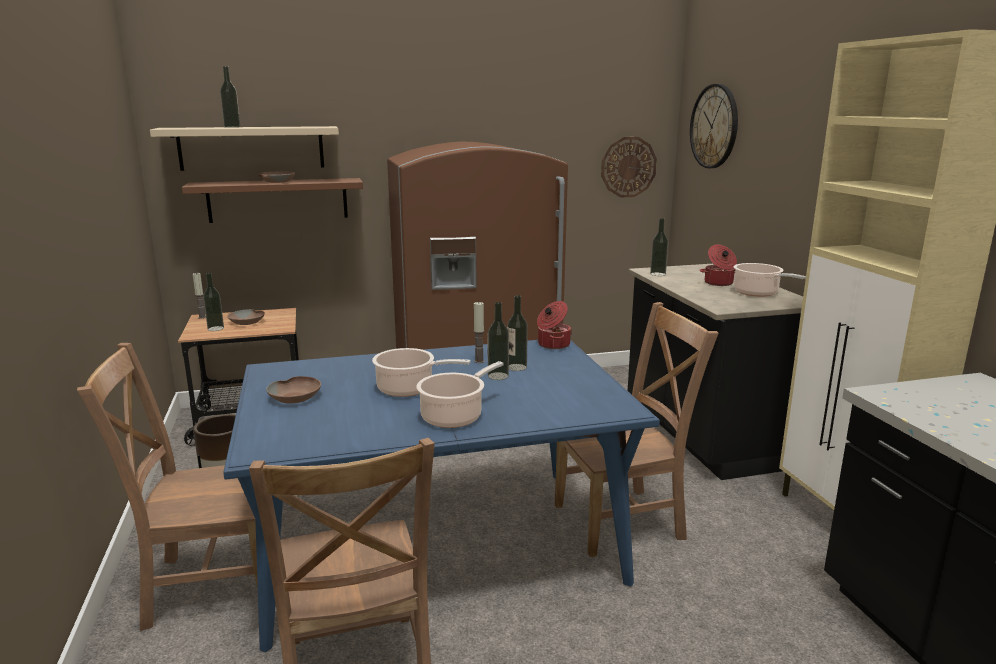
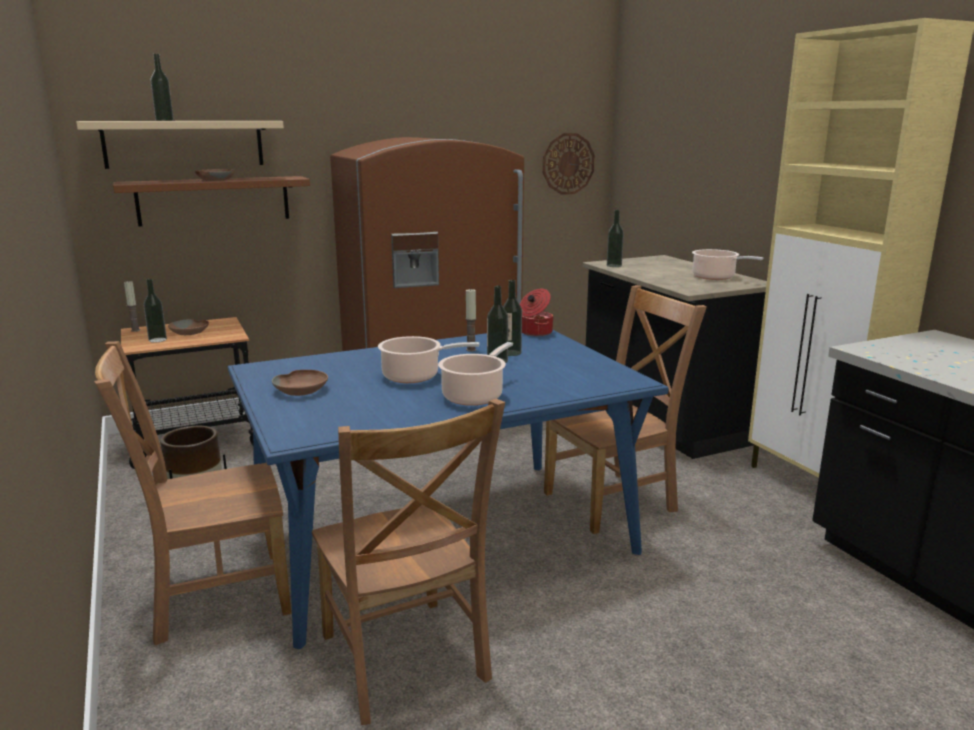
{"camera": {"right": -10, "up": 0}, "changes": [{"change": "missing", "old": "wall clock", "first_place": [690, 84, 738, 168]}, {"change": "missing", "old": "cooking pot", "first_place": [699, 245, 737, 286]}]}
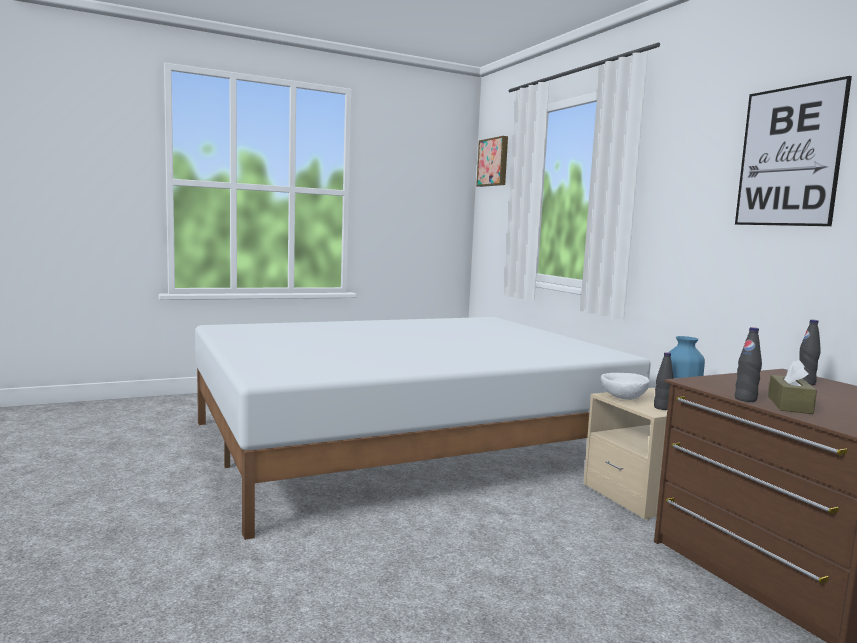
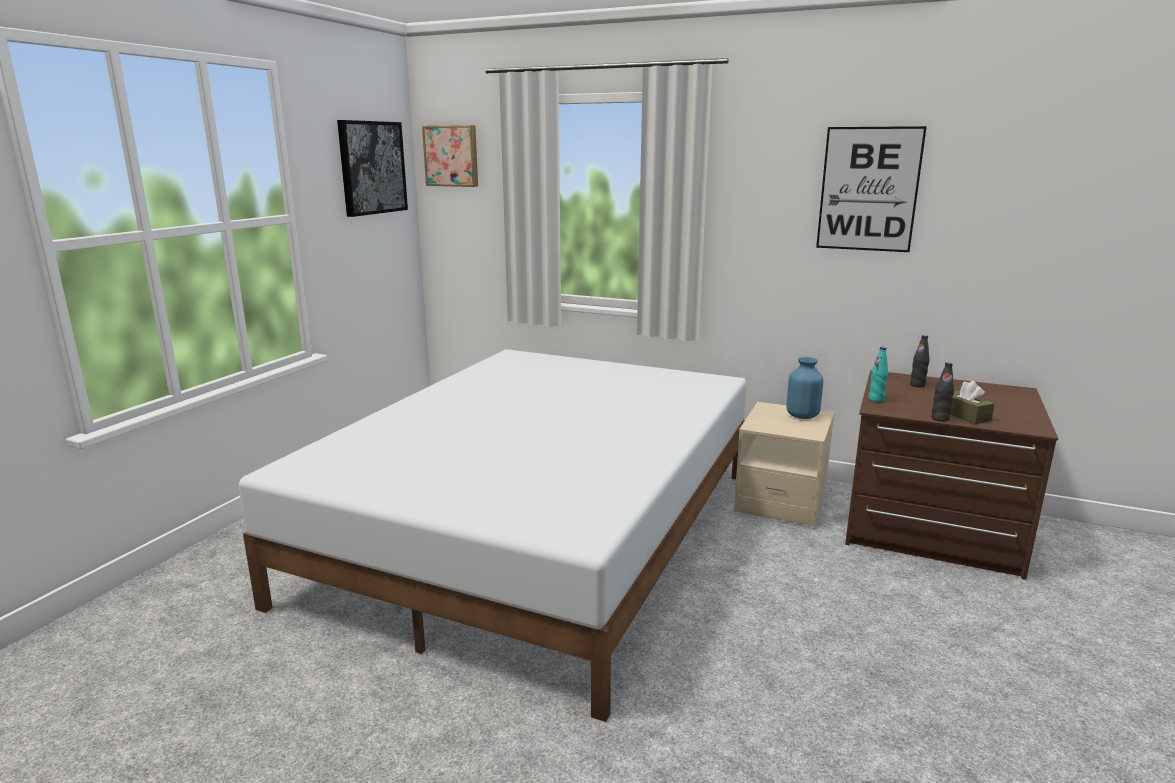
{"camera": {"right": -40, "up": 10}, "changes": [{"change": "missing", "old": "black bottle", "first_place": [654, 352, 674, 410]}, {"change": "missing", "old": "white bowl", "first_place": [601, 373, 650, 400]}, {"change": "appeared", "new": "picture", "second_place": [337, 120, 408, 217]}, {"change": "appeared", "new": "turquoise bottle", "second_place": [868, 347, 888, 402]}]}
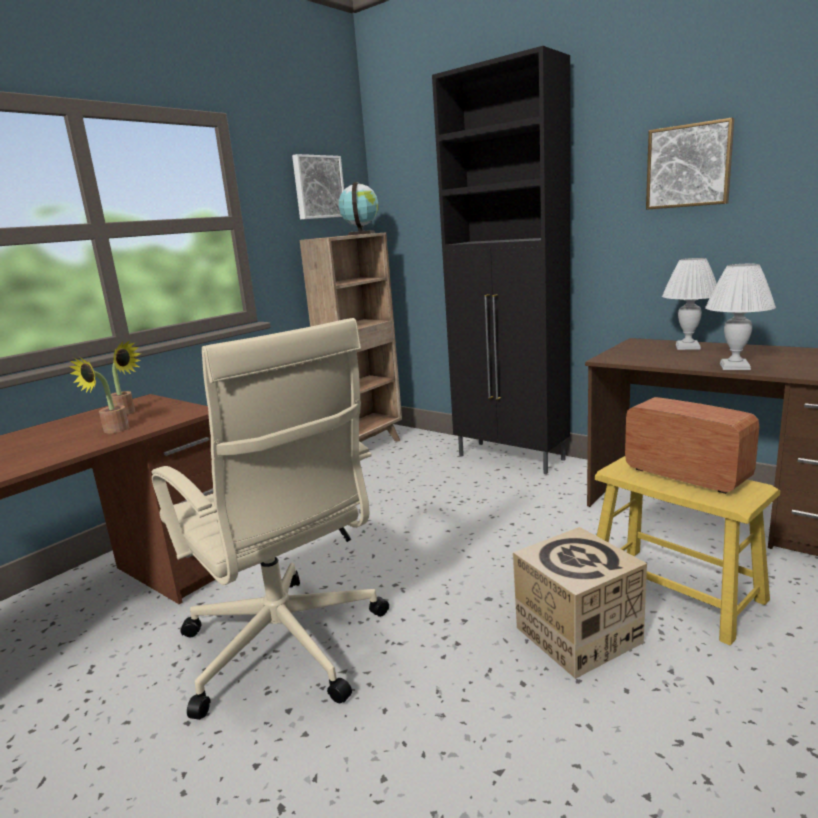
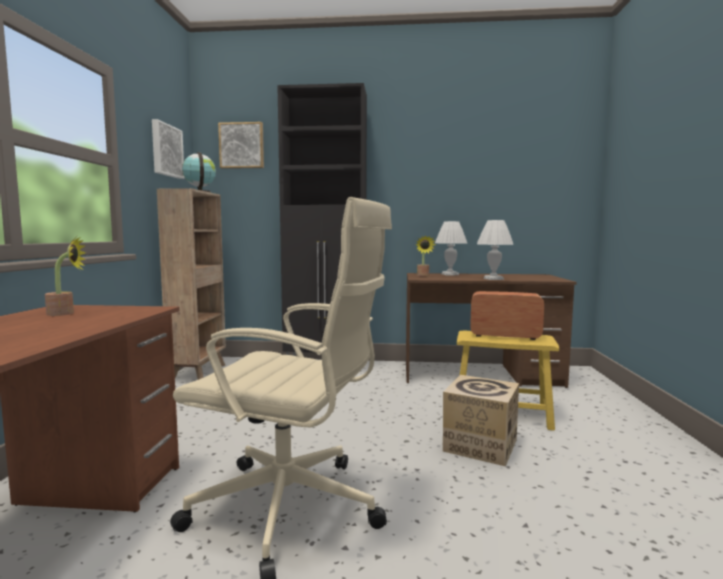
{"camera": {"right": -35, "up": -10}, "changes": [{"change": "relocated", "old": "picture", "first_place": [646, 118, 735, 210], "second_place": [218, 122, 264, 169]}, {"change": "relocated", "old": "potted plant", "first_place": [69, 356, 129, 433], "second_place": [416, 235, 436, 276]}]}
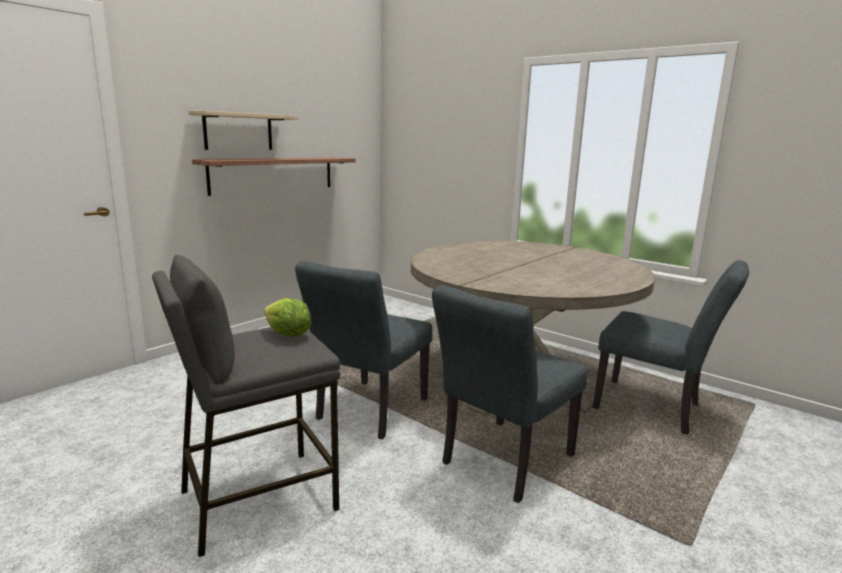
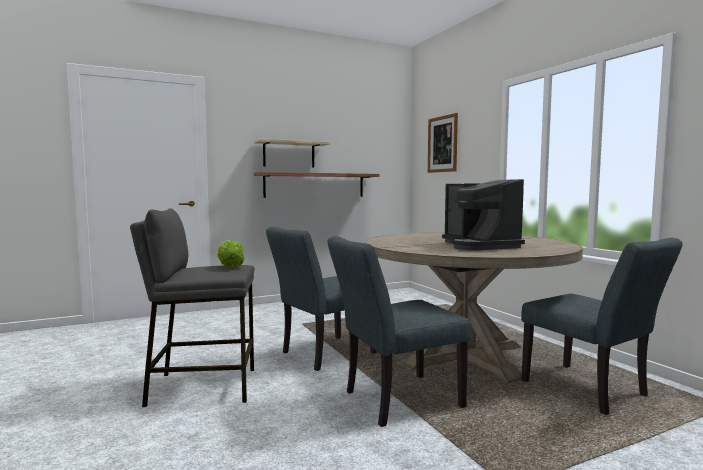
{"camera": {"right": 25, "up": -10}, "changes": [{"change": "appeared", "new": "picture", "second_place": [428, 113, 458, 173]}, {"change": "appeared", "new": "coffee machine", "second_place": [442, 179, 525, 250]}]}
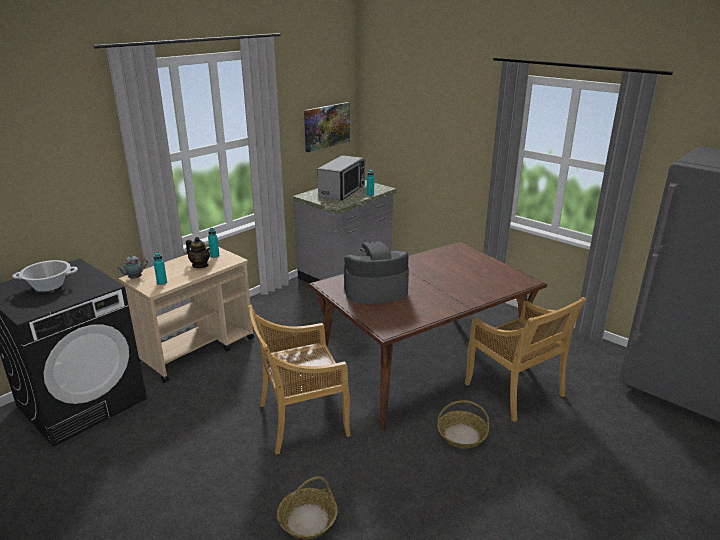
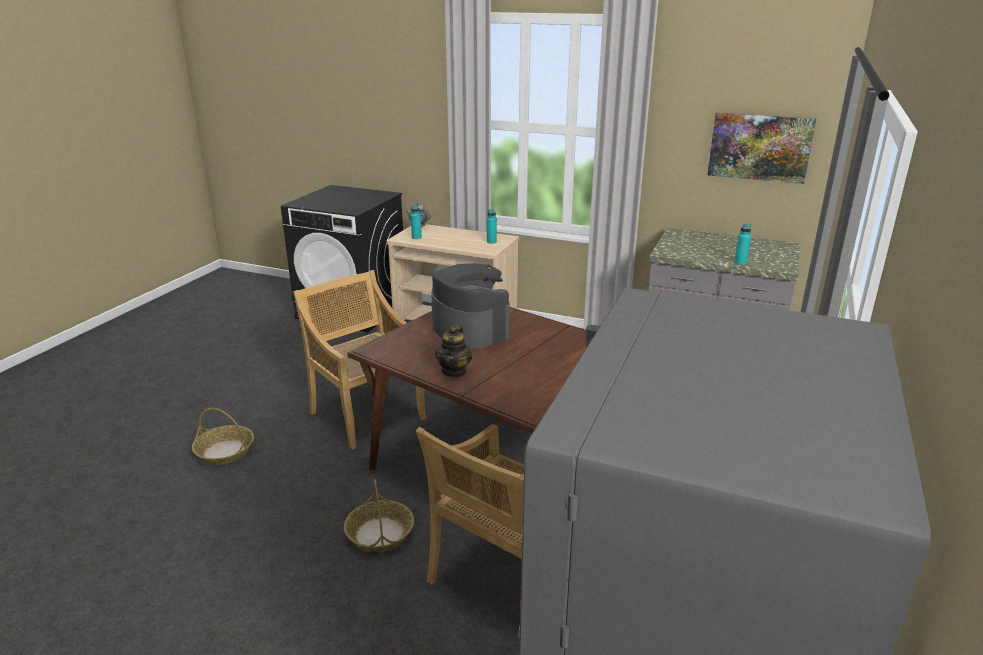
{"camera": {"right": 70, "up": 0}, "changes": [{"change": "missing", "old": "microwave", "first_place": [317, 155, 365, 200]}, {"change": "relocated", "old": "teapot", "first_place": [186, 237, 210, 268], "second_place": [435, 326, 472, 378]}, {"change": "missing", "old": "cooking pot", "first_place": [13, 260, 78, 292]}]}
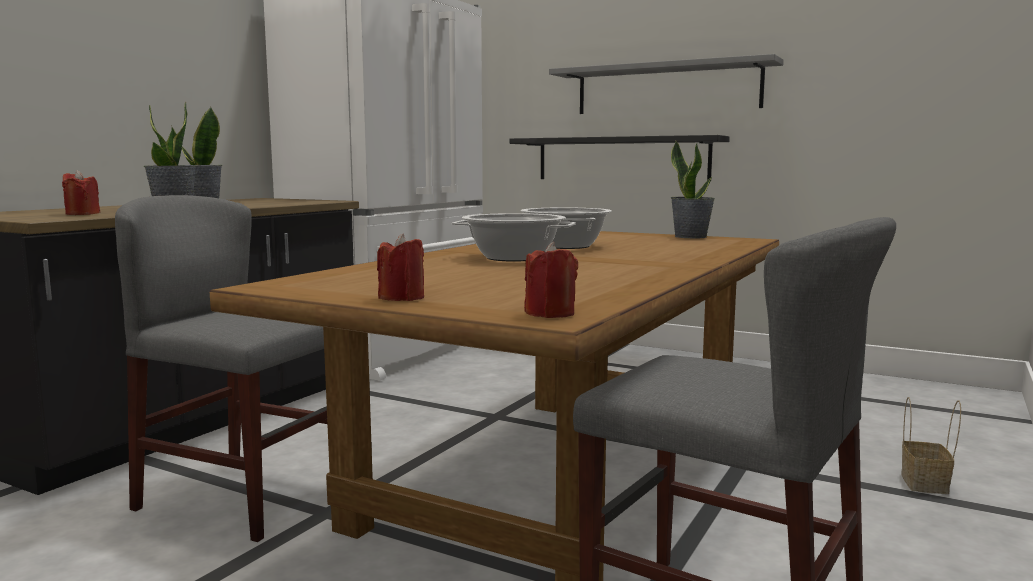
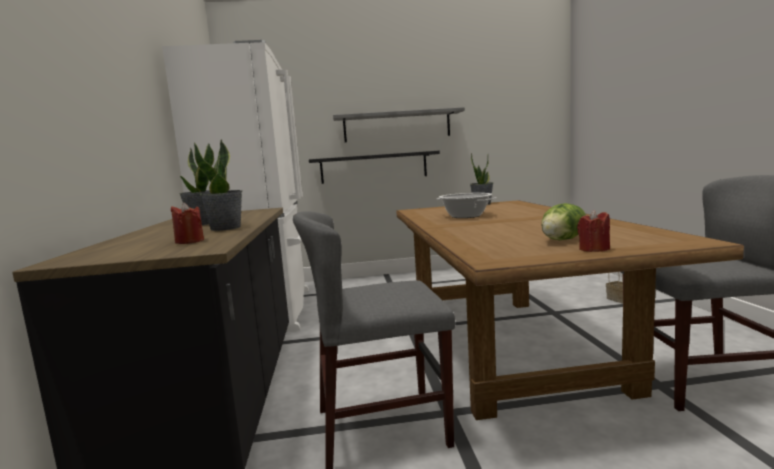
{"camera": {"right": -35, "up": 0}, "changes": [{"change": "missing", "old": "cooking pot", "first_place": [452, 213, 576, 262]}, {"change": "missing", "old": "red candle", "first_place": [524, 242, 578, 318]}, {"change": "appeared", "new": "lettuce", "second_place": [542, 203, 586, 240]}]}
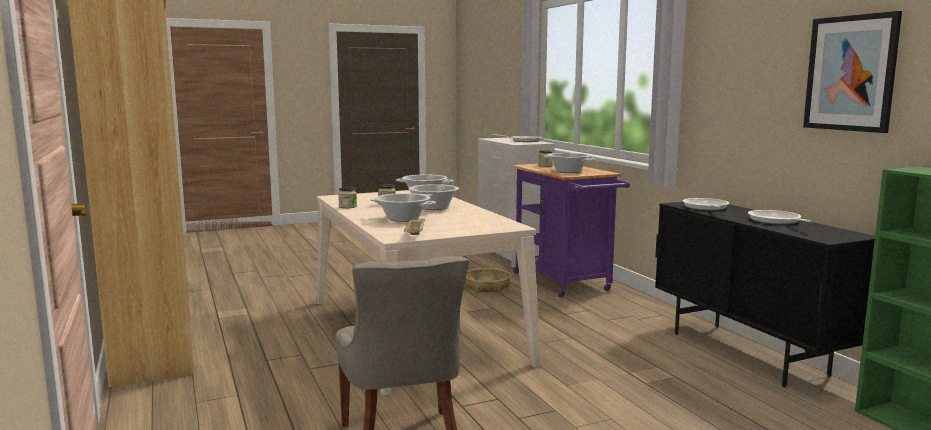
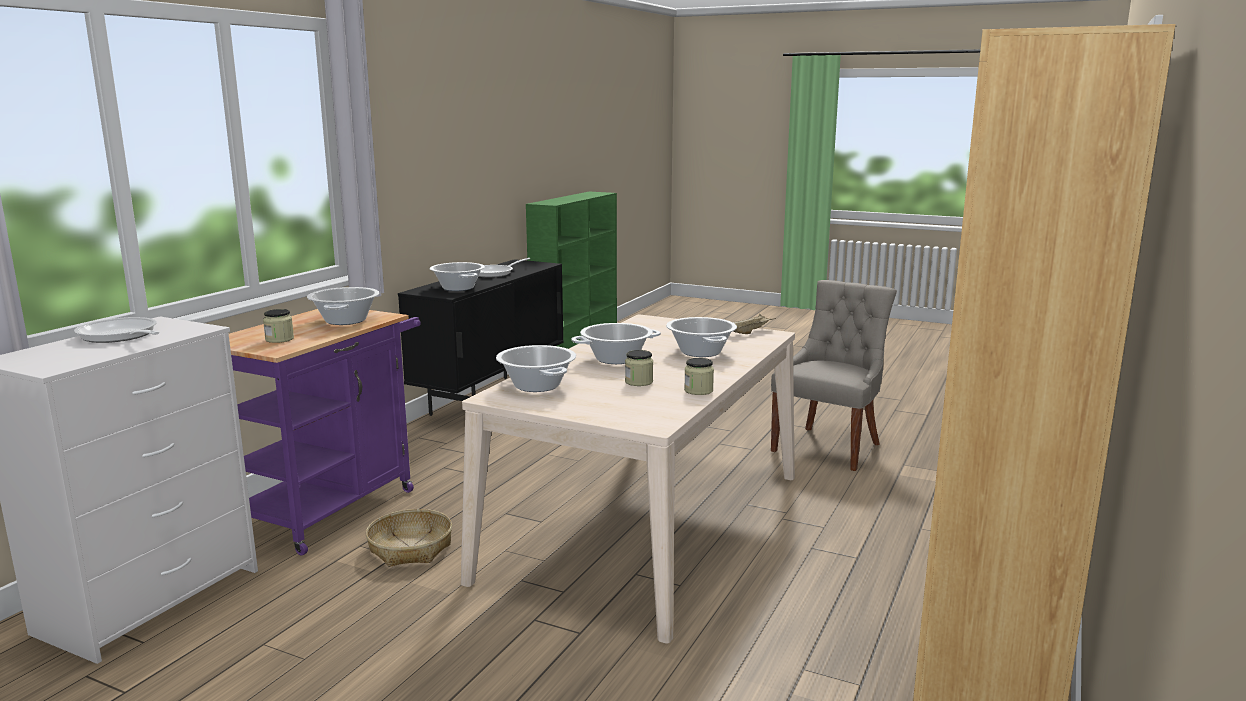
{"camera": {"right": -130, "up": 5}, "changes": [{"change": "missing", "old": "picture", "first_place": [803, 11, 902, 133]}, {"change": "exchanged", "old": "frying pan", "new": "cooking pot", "first_place": [683, 198, 729, 211], "second_place": [430, 262, 485, 291]}]}
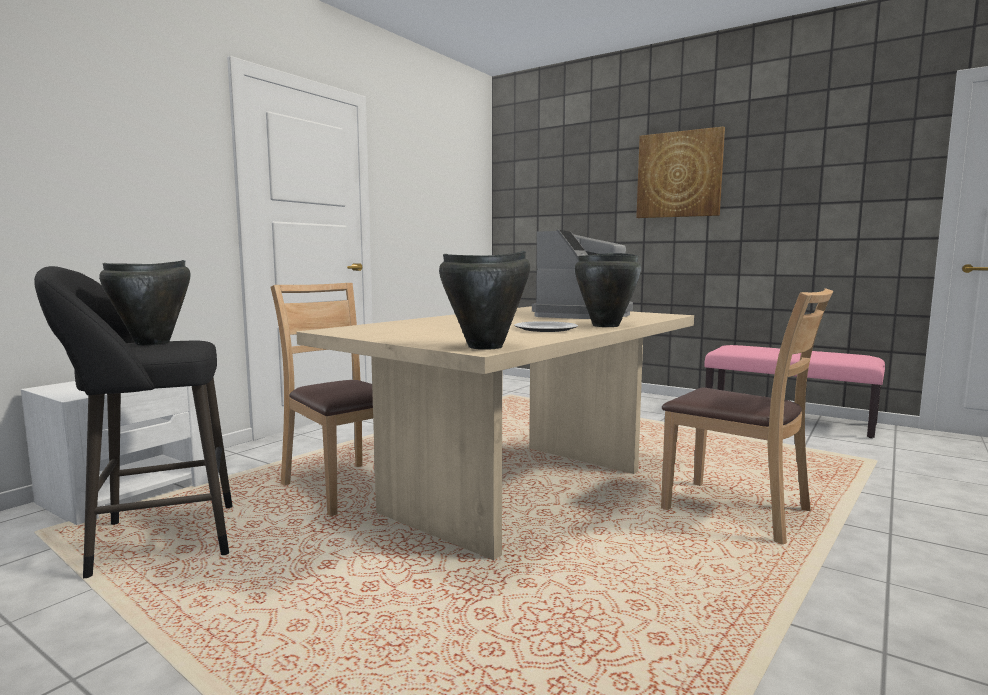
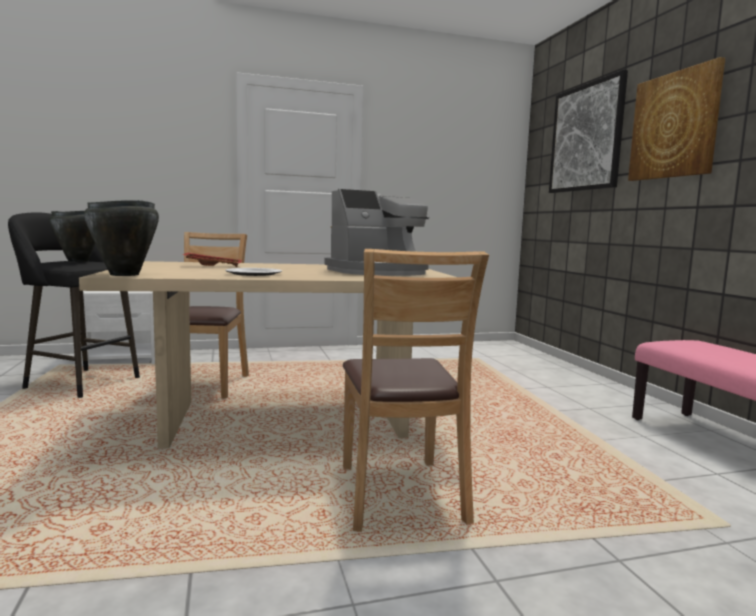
{"camera": {"right": 40, "up": 0}, "changes": [{"change": "missing", "old": "black cooking pot", "first_place": [575, 253, 641, 327]}, {"change": "appeared", "new": "picture", "second_place": [549, 70, 628, 193]}, {"change": "appeared", "new": "red tray", "second_place": [182, 253, 242, 267]}]}
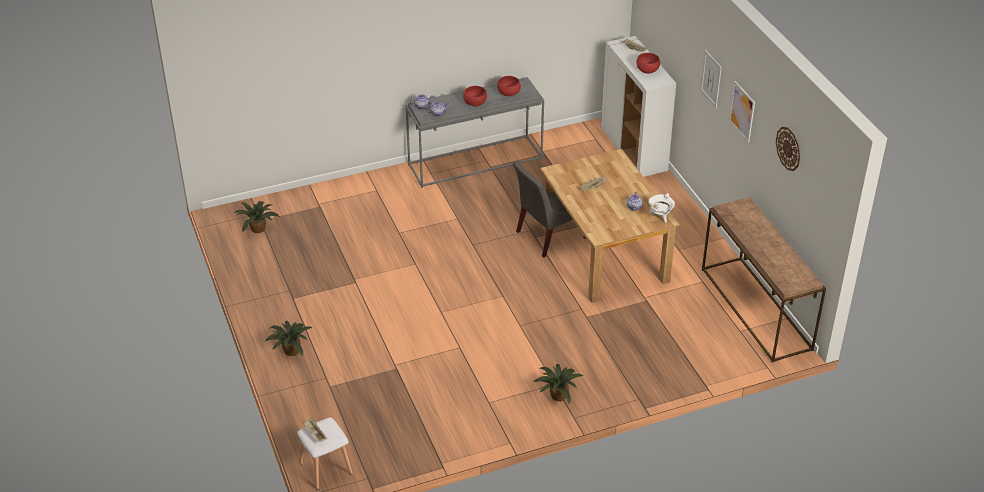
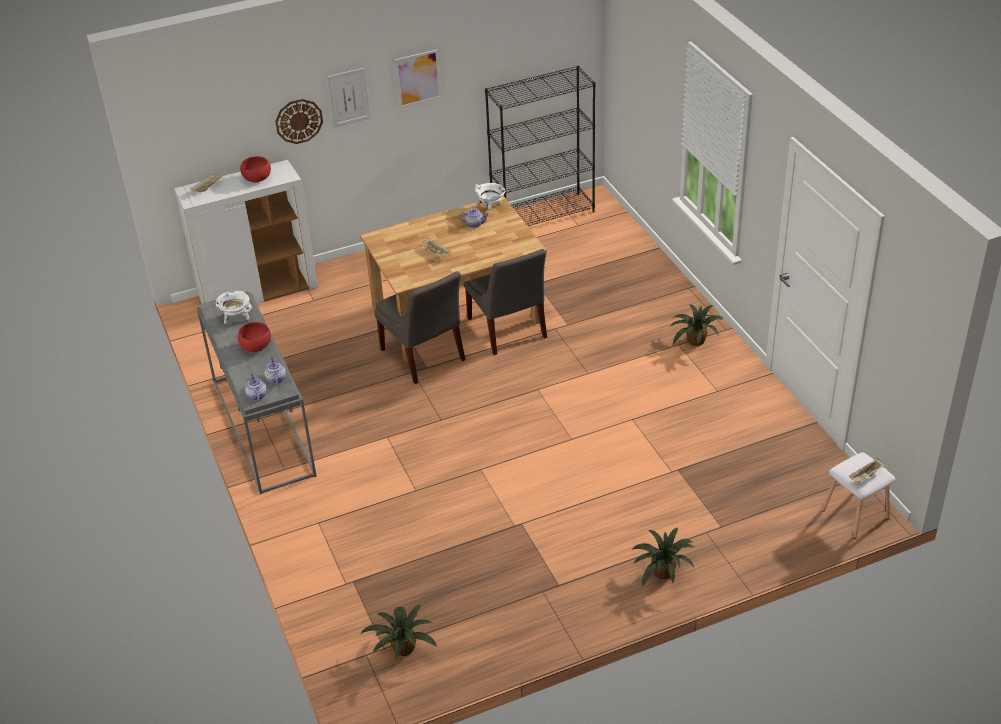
{"camera": {"right": -90, "up": 0}, "changes": [{"change": "exchanged", "old": "red bowl", "new": "white cooking pot", "first_place": [497, 76, 521, 96], "second_place": [216, 291, 252, 324]}, {"change": "relocated", "old": "wall clock", "first_place": [776, 127, 800, 171], "second_place": [275, 99, 323, 144]}, {"change": "exchanged", "old": "brown console table", "new": "black bookcase", "first_place": [702, 197, 826, 363], "second_place": [485, 66, 595, 226]}, {"change": "appeared", "new": "grey chair", "second_place": [464, 249, 547, 355]}]}
